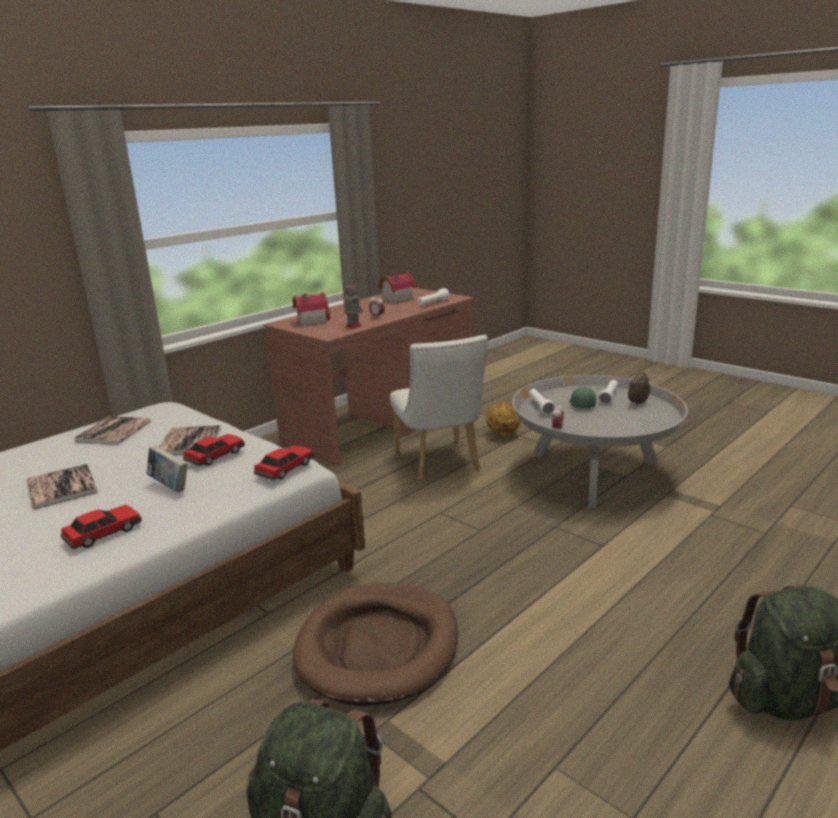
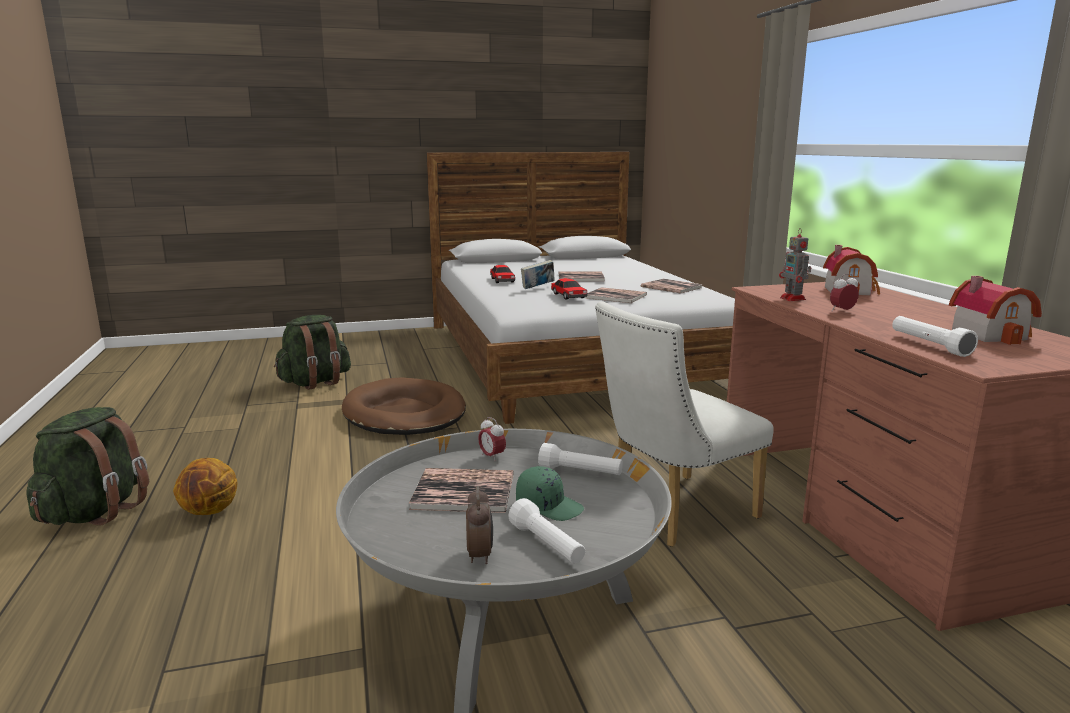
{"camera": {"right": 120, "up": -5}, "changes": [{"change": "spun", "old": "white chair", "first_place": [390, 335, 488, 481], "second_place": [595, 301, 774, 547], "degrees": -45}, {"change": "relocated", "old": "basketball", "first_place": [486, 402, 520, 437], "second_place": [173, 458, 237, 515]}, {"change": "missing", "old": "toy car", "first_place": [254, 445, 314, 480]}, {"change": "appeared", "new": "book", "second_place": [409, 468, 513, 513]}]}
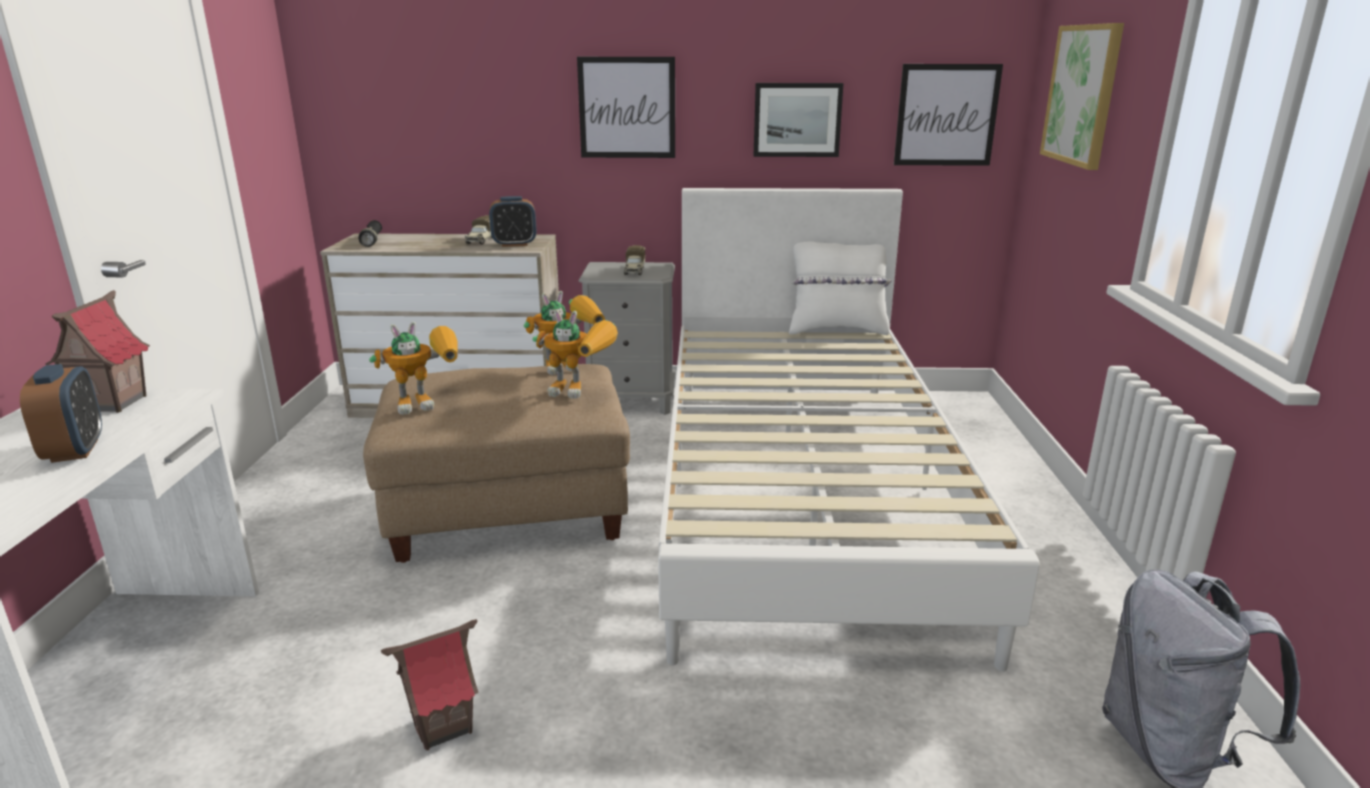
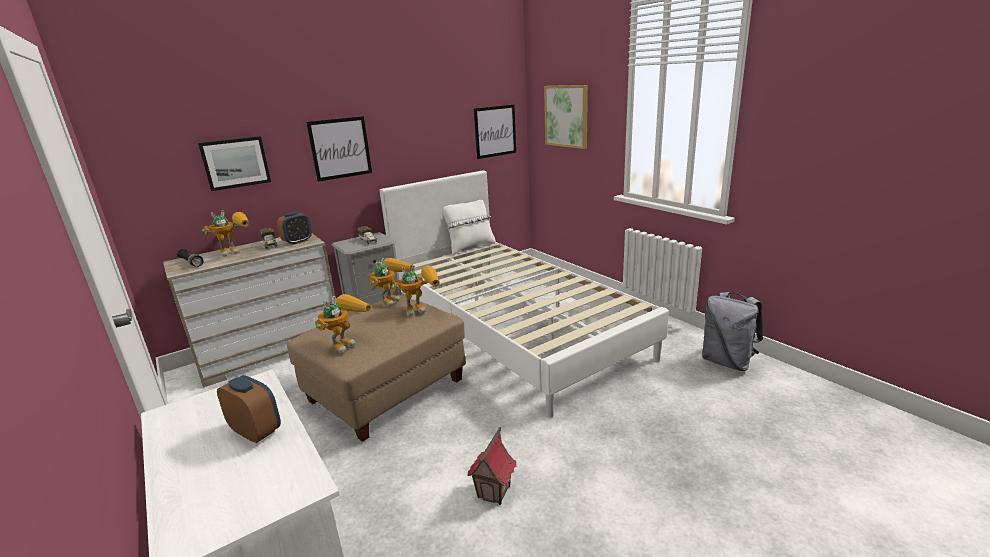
{"camera": {"right": -35, "up": 0}, "changes": [{"change": "relocated", "old": "picture", "first_place": [754, 83, 844, 157], "second_place": [198, 136, 271, 191]}, {"change": "missing", "old": "toy house", "first_place": [46, 290, 150, 413]}, {"change": "appeared", "new": "toy robot", "second_place": [202, 210, 249, 257]}]}
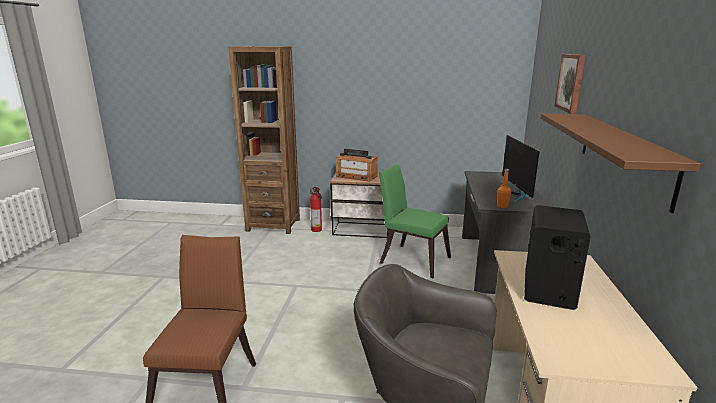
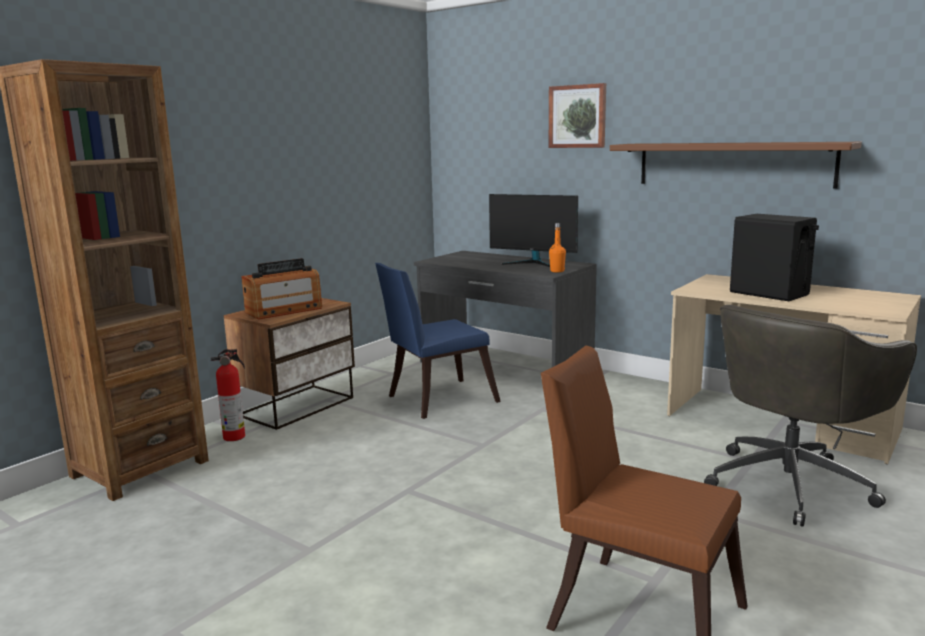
{"camera": {"right": -60, "up": -5}, "changes": [{"change": "colour", "old": "green chair", "new": "blue chair", "first_place": [379, 164, 451, 278], "second_place": [375, 263, 501, 419]}]}
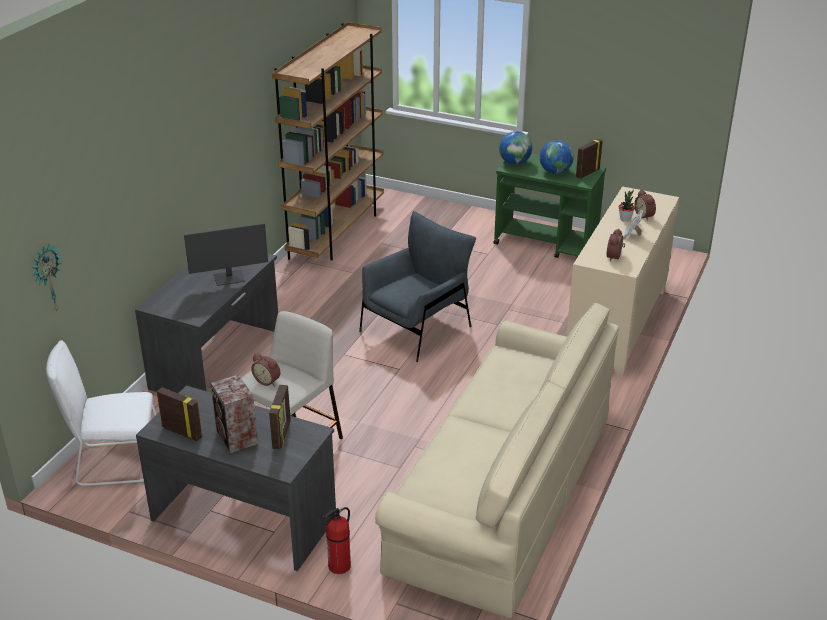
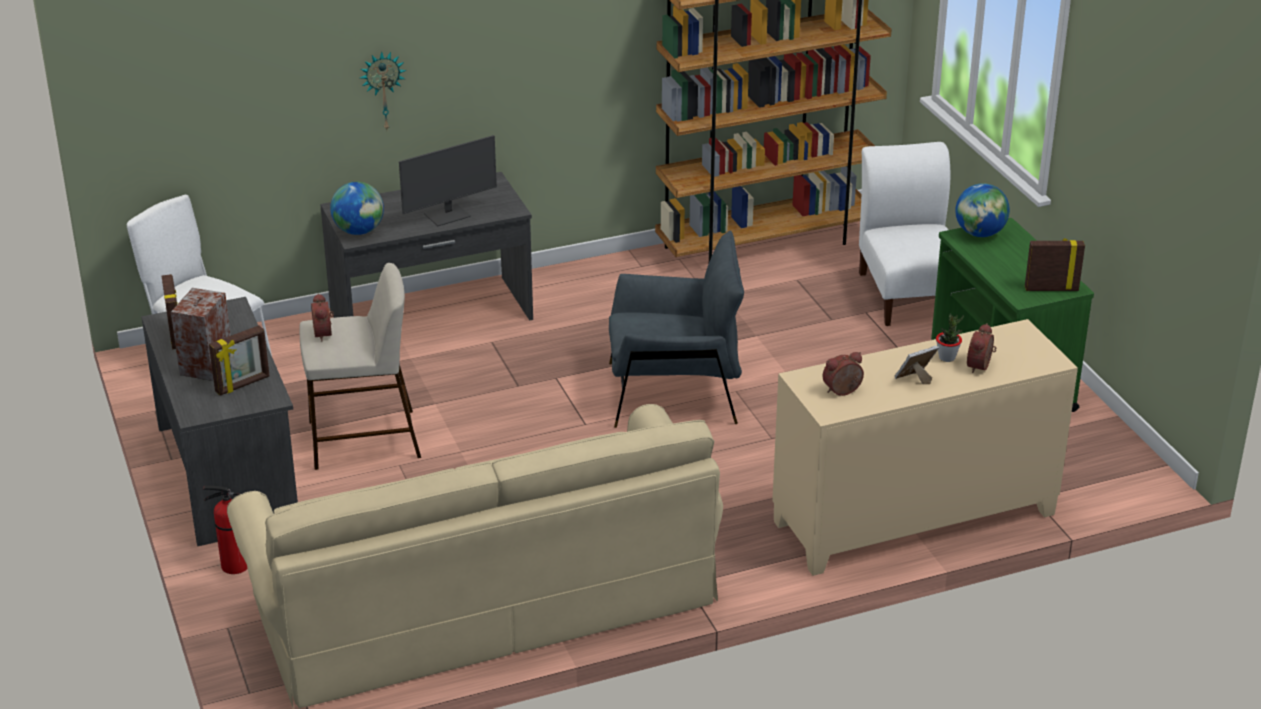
{"camera": {"right": 45, "up": 0}, "changes": [{"change": "relocated", "old": "globe", "first_place": [540, 140, 574, 174], "second_place": [330, 181, 384, 235]}, {"change": "spun", "old": "monitor", "first_place": [184, 223, 268, 286], "second_place": [399, 135, 497, 226], "degrees": -60}, {"change": "relocated", "old": "wall clock", "first_place": [32, 245, 61, 311], "second_place": [360, 51, 407, 130]}, {"change": "appeared", "new": "white chair", "second_place": [859, 142, 950, 326]}]}
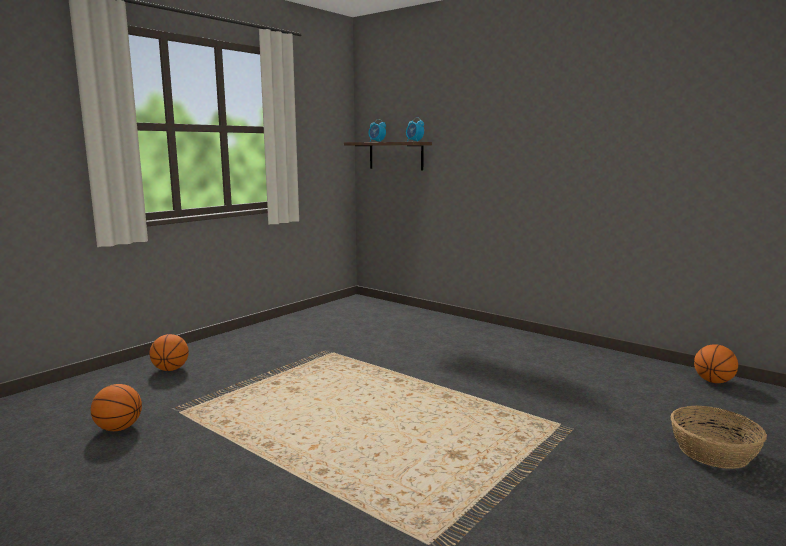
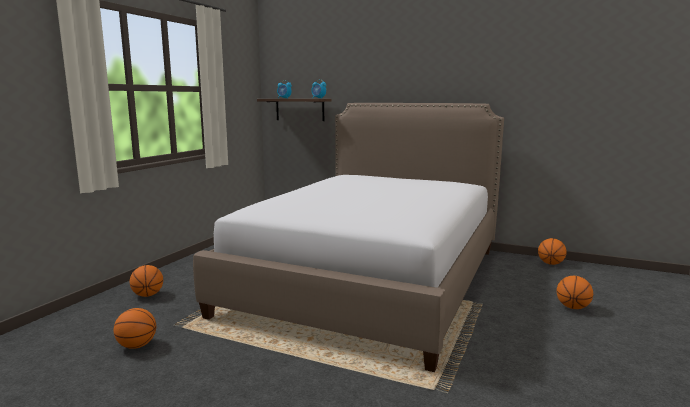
{"camera": {"right": -15, "up": 0}, "changes": [{"change": "exchanged", "old": "basket", "new": "basketball", "first_place": [671, 406, 767, 469], "second_place": [557, 276, 593, 309]}, {"change": "appeared", "new": "bed", "second_place": [193, 103, 504, 372]}]}
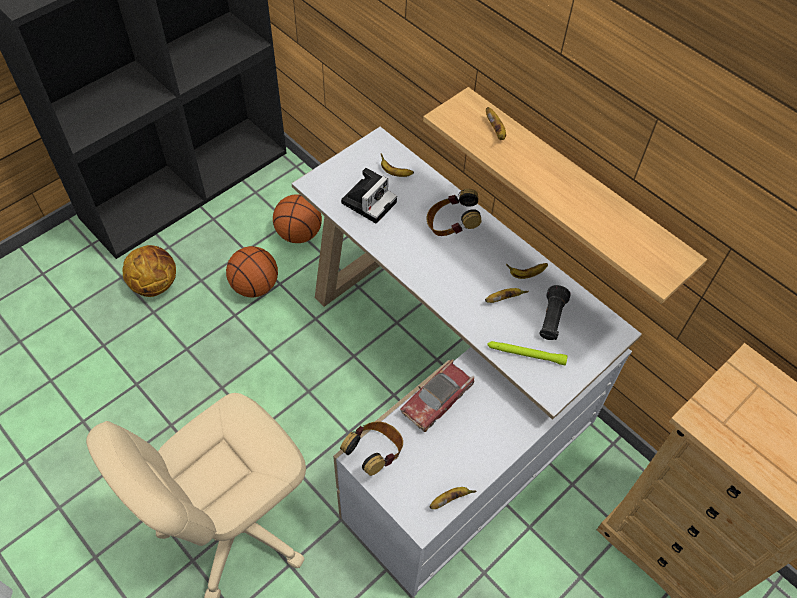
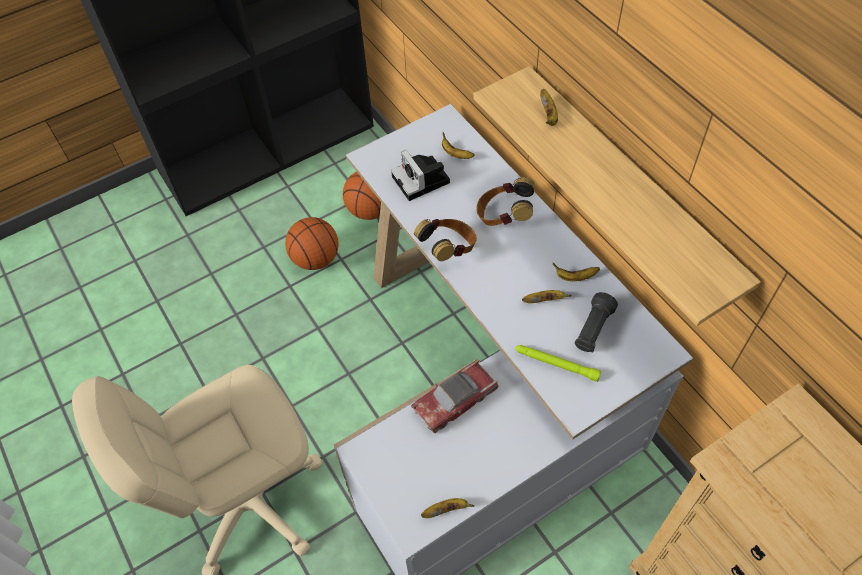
{"camera": {"right": 15, "up": 0}, "changes": [{"change": "spun", "old": "photo camera", "first_place": [341, 168, 397, 223], "second_place": [391, 150, 450, 201], "degrees": 105}, {"change": "missing", "old": "basketball", "first_place": [123, 245, 176, 297]}, {"change": "relocated", "old": "headphones", "first_place": [340, 421, 403, 476], "second_place": [414, 219, 477, 261]}]}
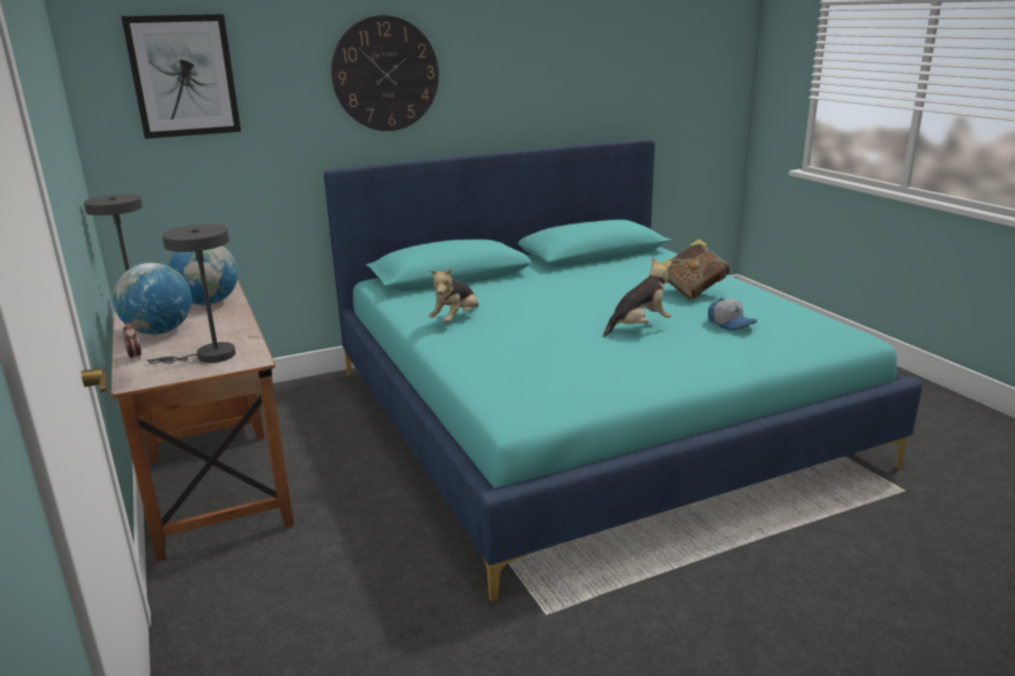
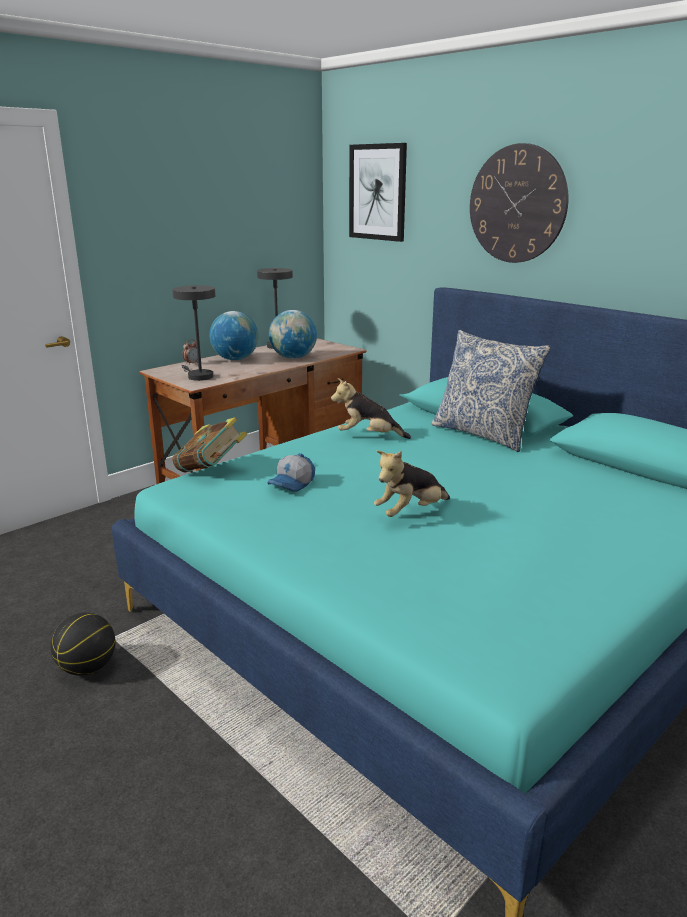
{"camera": {"right": 70, "up": 0}, "changes": [{"change": "relocated", "old": "book", "first_place": [661, 239, 730, 300], "second_place": [172, 417, 247, 473]}, {"change": "spun", "old": "plush toy", "first_place": [603, 257, 672, 337], "second_place": [374, 450, 450, 517], "degrees": 105}, {"change": "relocated", "old": "cap", "first_place": [708, 298, 757, 331], "second_place": [267, 453, 315, 491]}, {"change": "appeared", "new": "pillow", "second_place": [431, 330, 551, 452]}, {"change": "appeared", "new": "basketball", "second_place": [50, 613, 115, 676]}]}
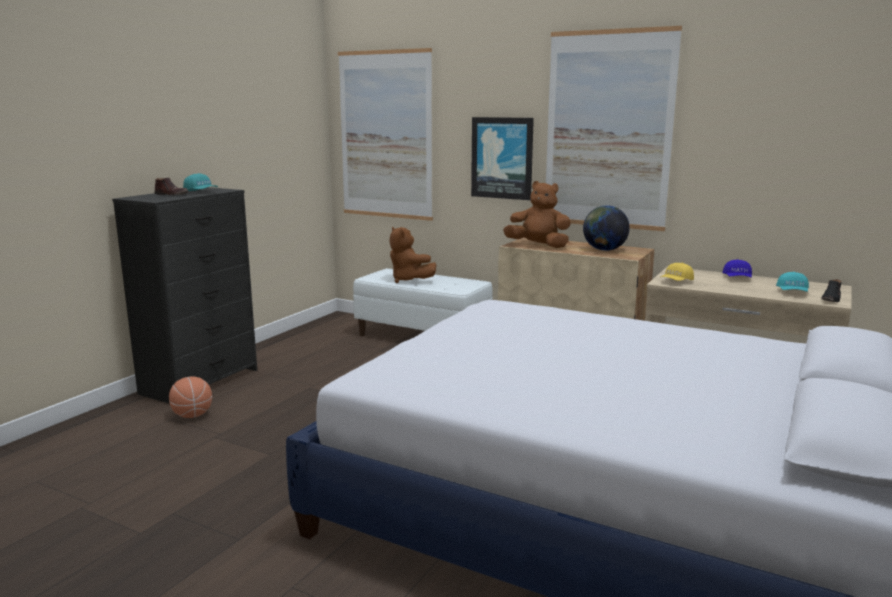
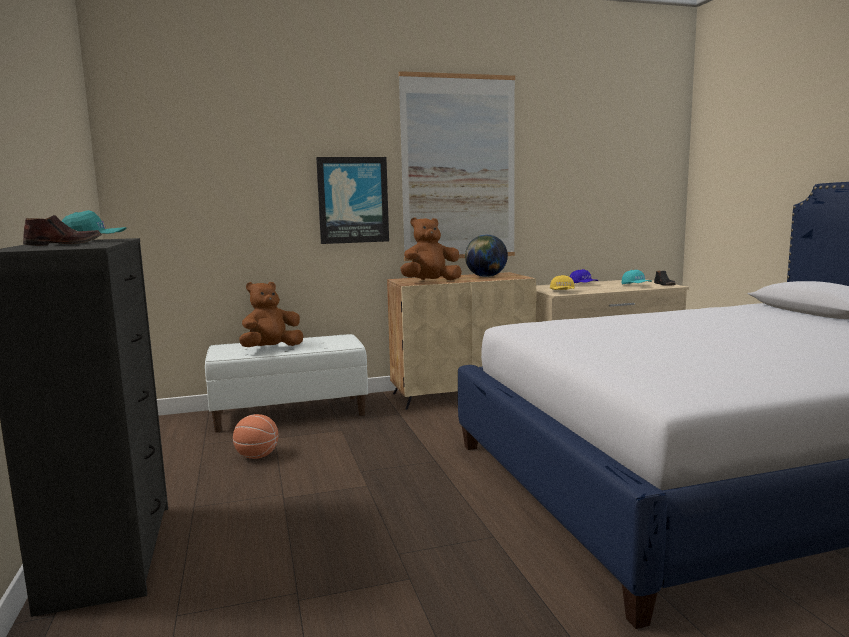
{"camera": {"right": -45, "up": -5}, "changes": [{"change": "missing", "old": "picture", "first_place": [338, 48, 433, 221]}, {"change": "spun", "old": "brown plush toy", "first_place": [389, 227, 436, 283], "second_place": [239, 282, 303, 347], "degrees": 135}, {"change": "relocated", "old": "basketball", "first_place": [169, 376, 212, 418], "second_place": [233, 414, 278, 459]}]}
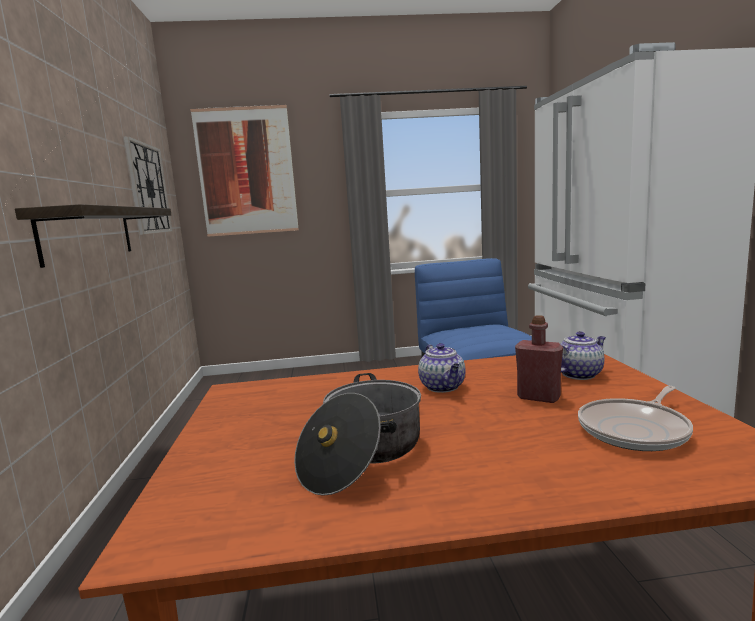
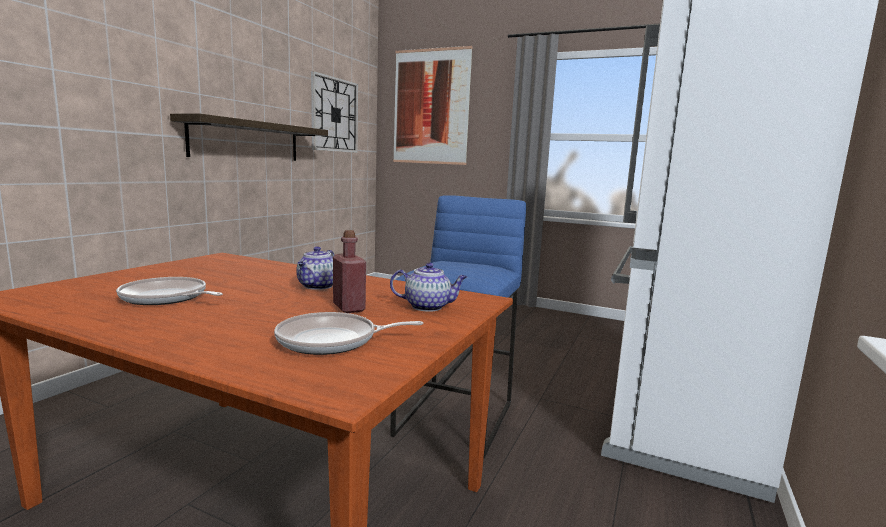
{"camera": {"right": 30, "up": 0}, "changes": [{"change": "exchanged", "old": "cooking pot", "new": "frying pan", "first_place": [294, 373, 421, 496], "second_place": [116, 277, 223, 305]}]}
